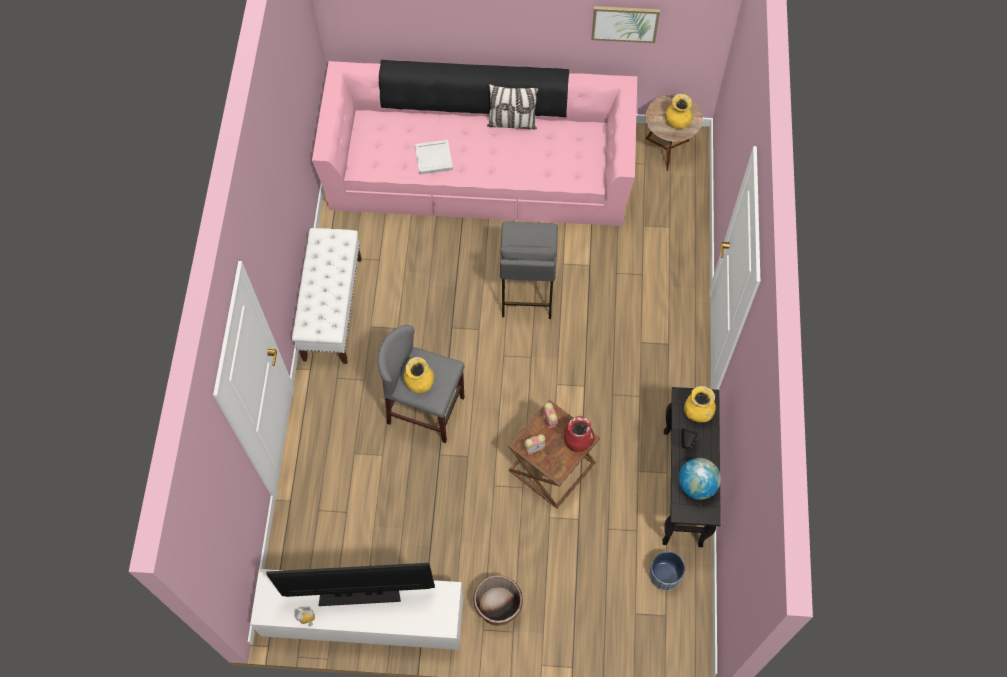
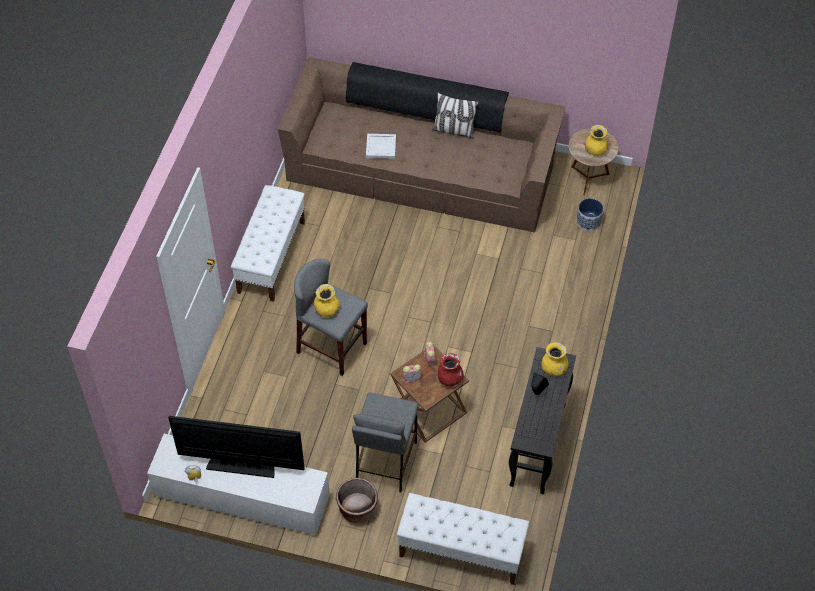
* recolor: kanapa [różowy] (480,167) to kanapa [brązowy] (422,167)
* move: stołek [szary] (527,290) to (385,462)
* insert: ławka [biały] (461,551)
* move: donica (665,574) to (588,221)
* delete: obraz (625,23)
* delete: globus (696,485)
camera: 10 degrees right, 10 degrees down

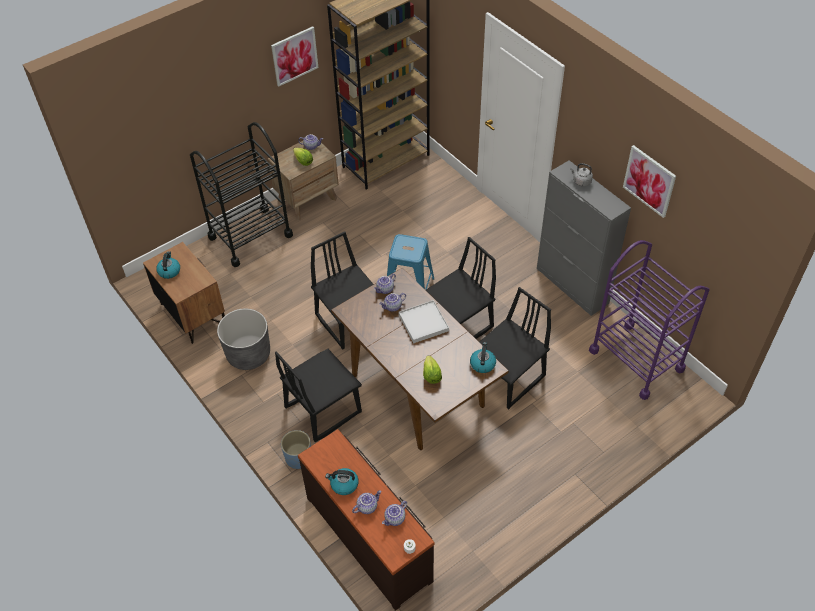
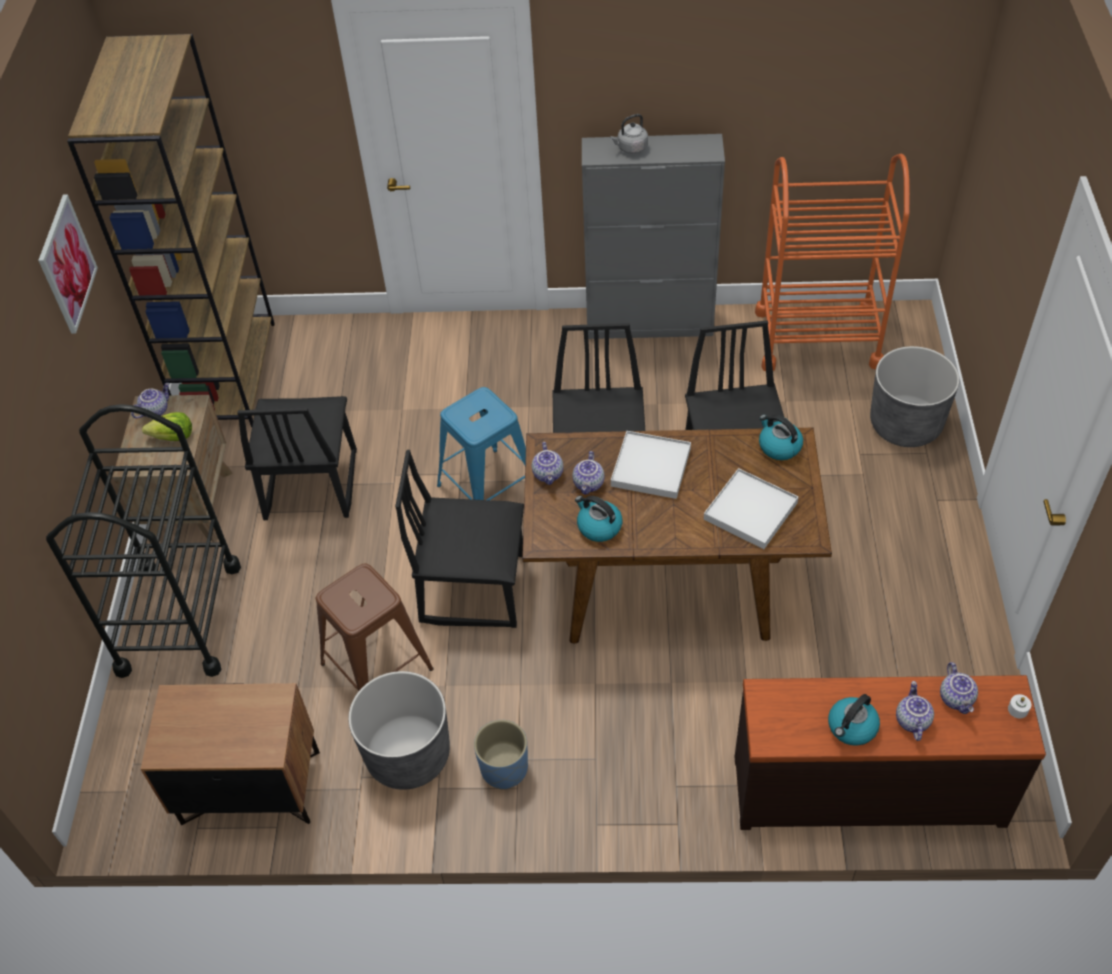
* move: krzesło [czarny] (322,409) to (310,485)
* insert: stołek [brązowy] (376,666)
* move: donica [niebieski] (298,458) to (504,769)
* move: czajnik (169,271) to (598,526)
* replace: sałata (431,375) to taca [biały] (750,511)
* recolor: wózek [fioletowy] (636,360) to wózek [pomarańczowy] (817,338)
* insert: donica [szary] (905,424)
* delete: obraz (649,181)
camera: 50 degrees left, 0 degrees up

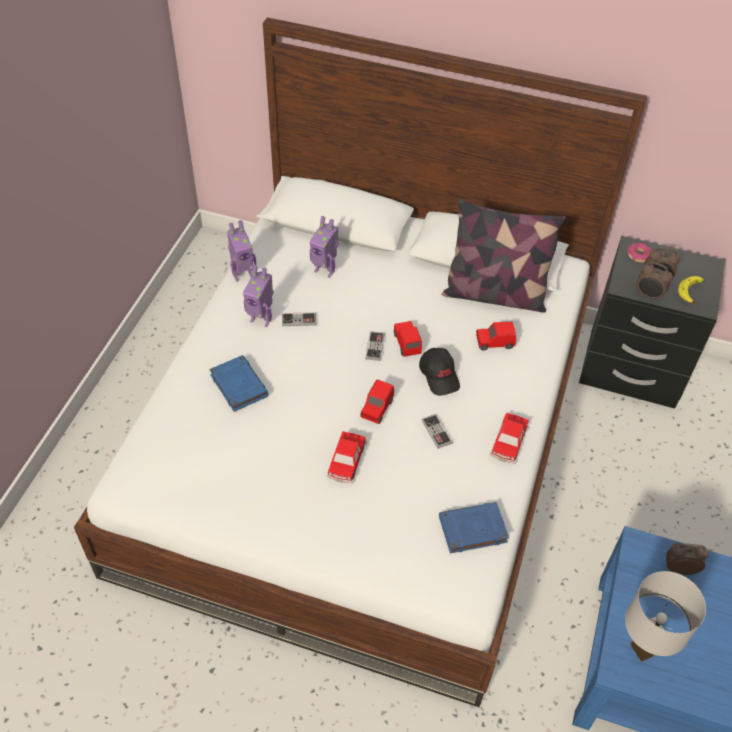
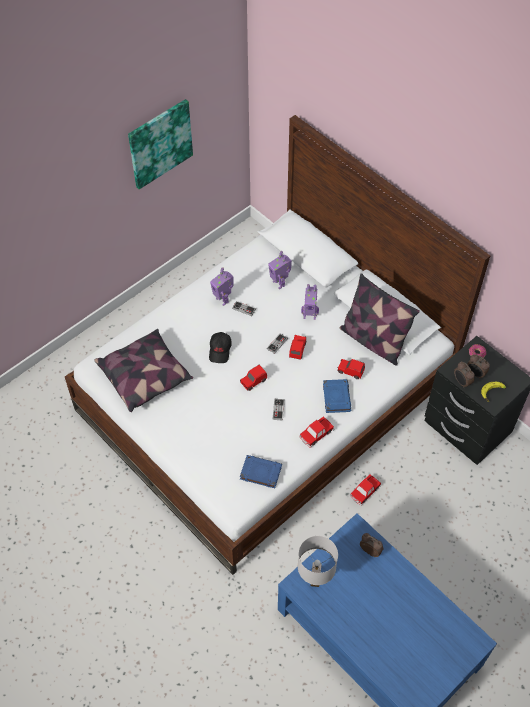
* insert: poduszka (145,376)
* insert: obraz (160,143)
* move: czapka z daszkiem [czarny] (439,376) to (220,350)
* move: robot zabawkowy (242,274) to (309,315)
* move: książka [niebieski] (238,385) to (336,397)
* move: samochodzik (346,461) to (365,491)
camera: 30 degrees right, 5 degrees up

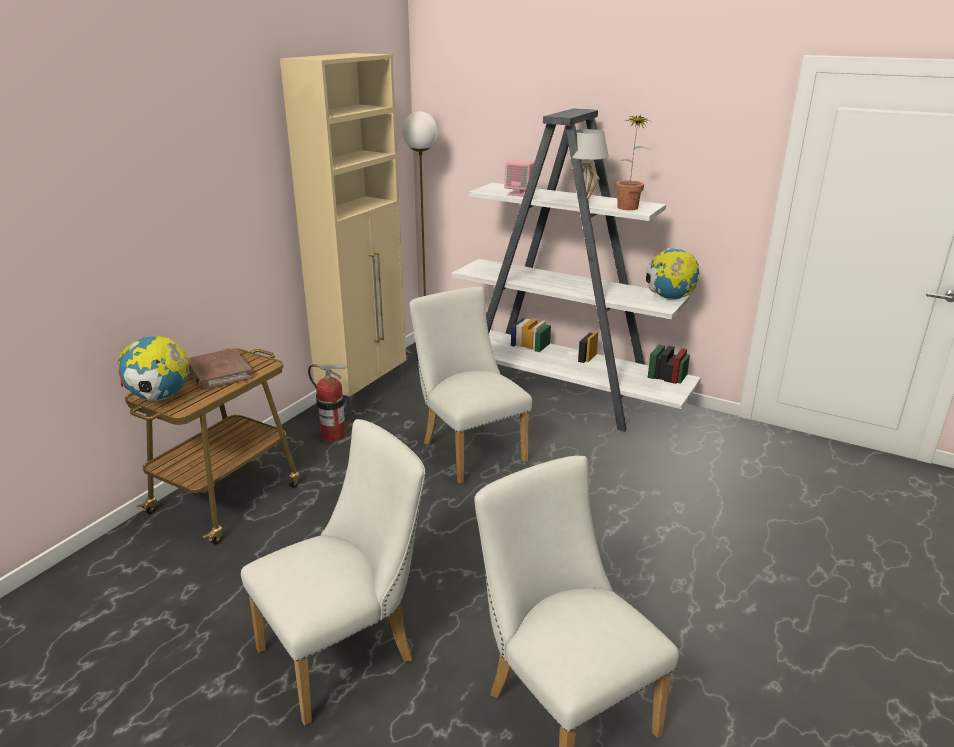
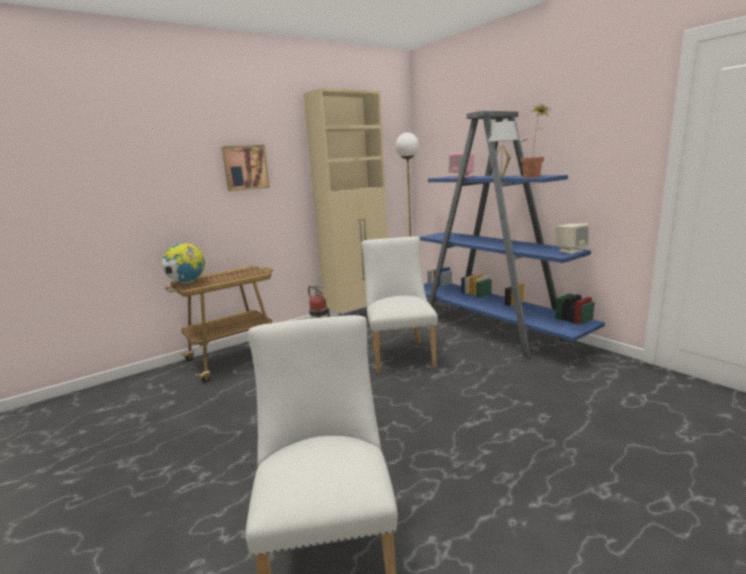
* insert: obraz (245,167)
* recolor: regał [biały] (559,394) to regał [niebieski] (491,330)
* replace: globus (669,298) to głośnik [beżowy] (570,251)
* delete: książka [brązowy] (218,372)
* delete: krzesło [biały] (347,651)
camera: 25 degrees right, 10 degrees down

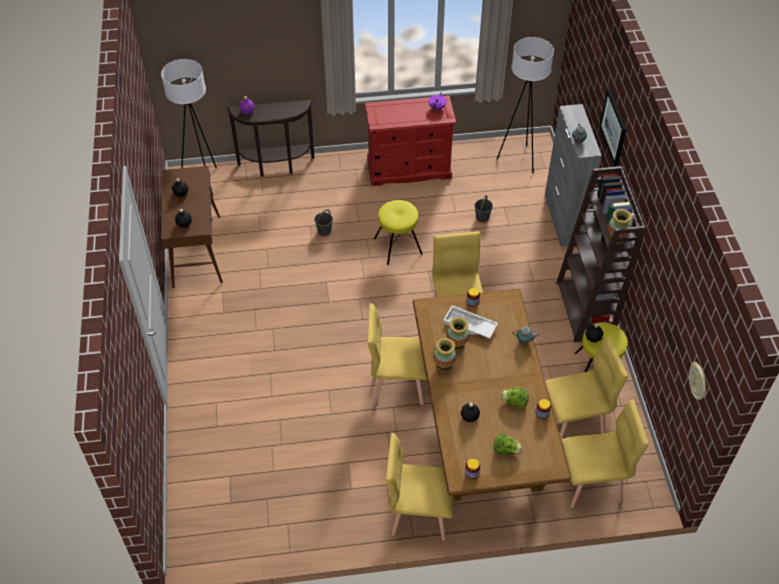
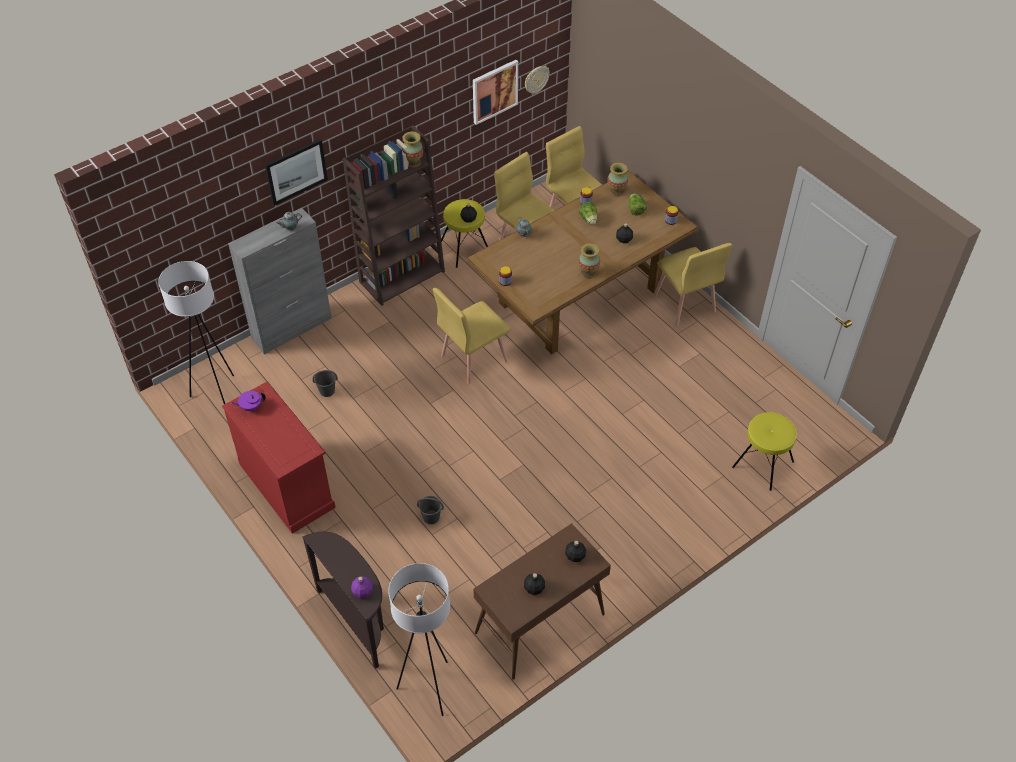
* insert: obraz (494,91)
* move: wazon (457,345) to (616,191)
* move: stołek [żółty] (398,246) to (762,464)
* delete: krzesło [żółty] (398,384)
* delete: taca [biały] (469,326)
camera: 120 degrees left, 0 degrees up

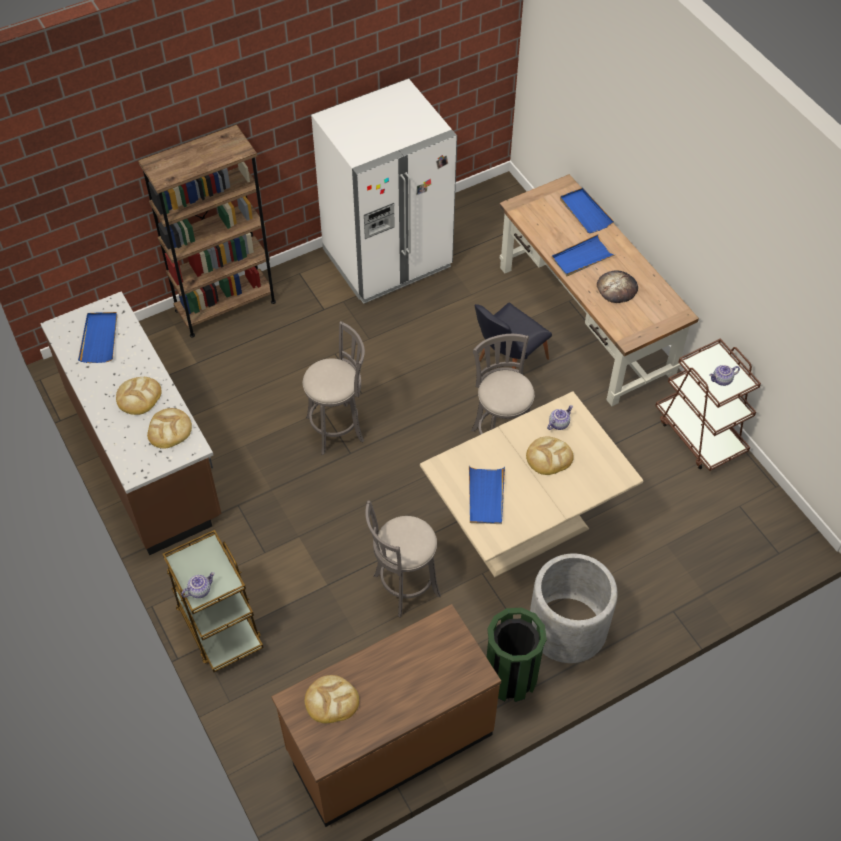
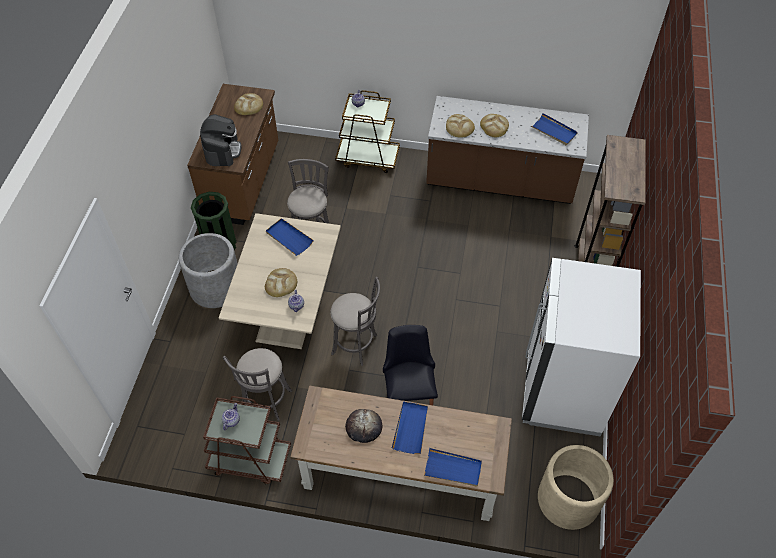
* insert: ekspres do kawy (222,150)
* move: stołek [szary] (338,428) to (266,402)
* insert: donica [beżowy] (568,500)
camera: 130 degrees right, 0 degrees up

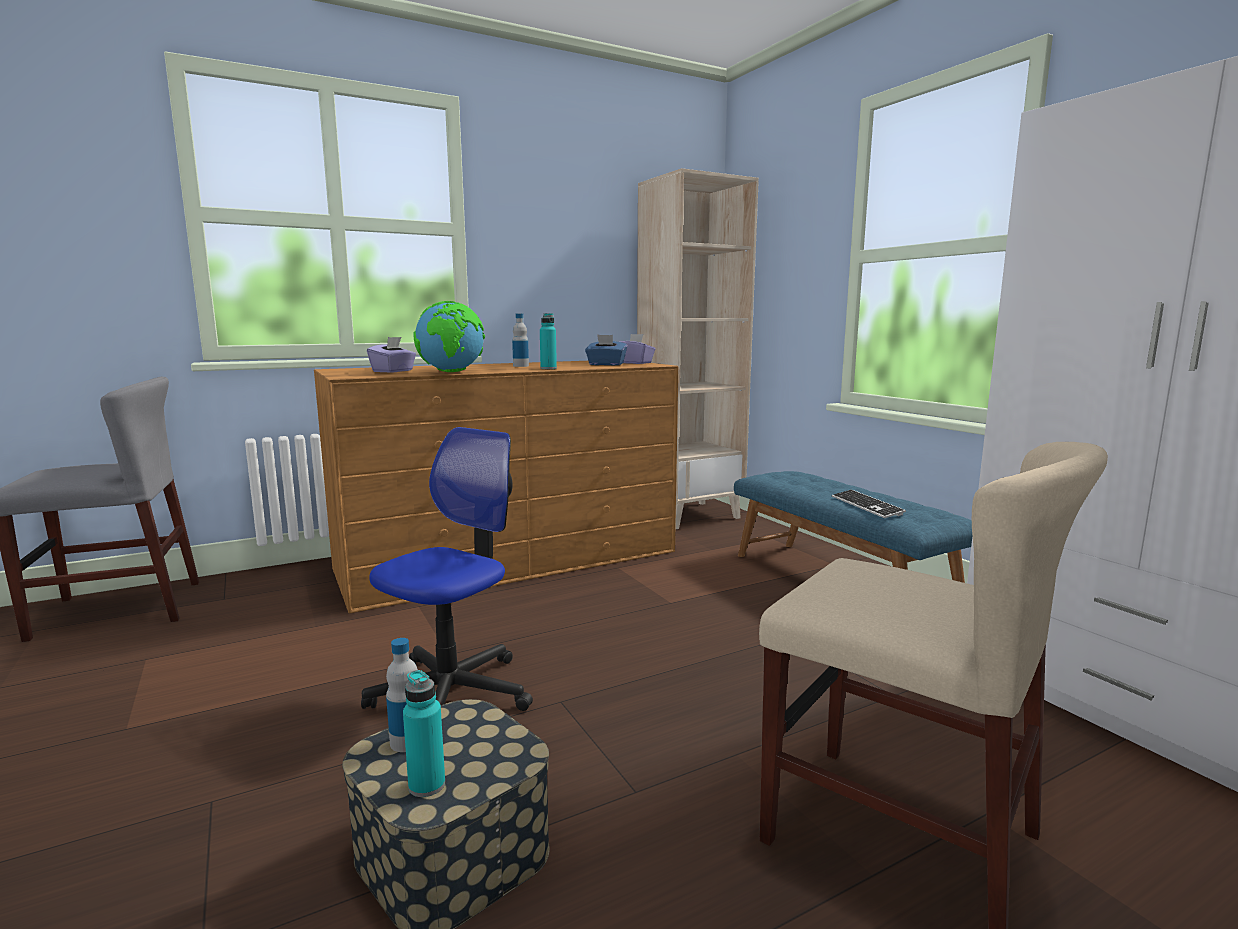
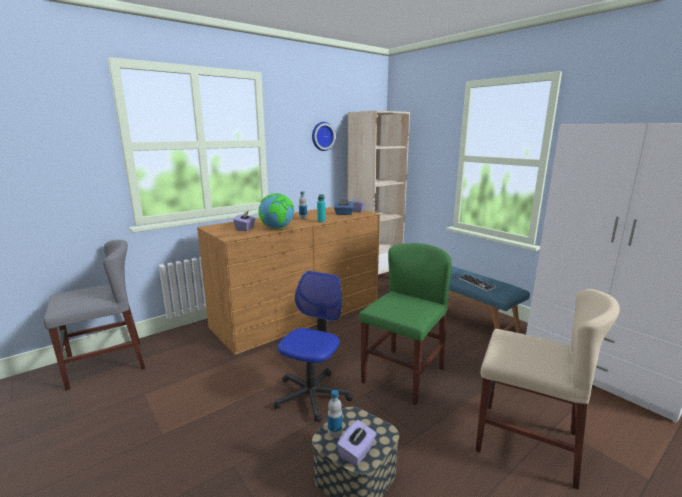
* insert: zegar ścienny (322,136)
* replace: butelka [turkusowy] (427,785) to pudełko chusteczek [fioletowy] (357,452)
* insert: krzesło [zielony] (403,375)
camera: 10 degrees left, 5 degrees up

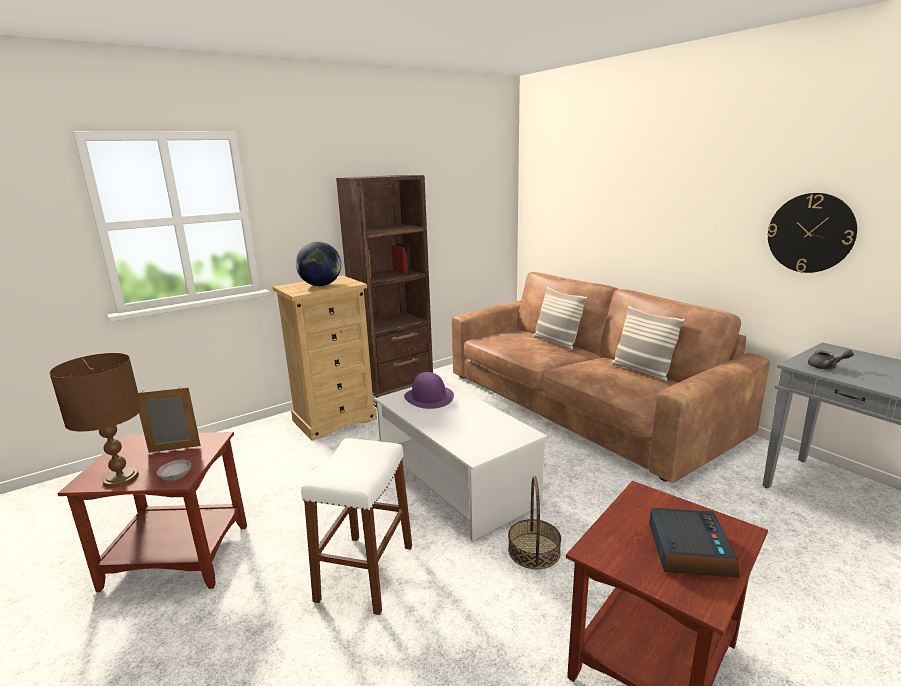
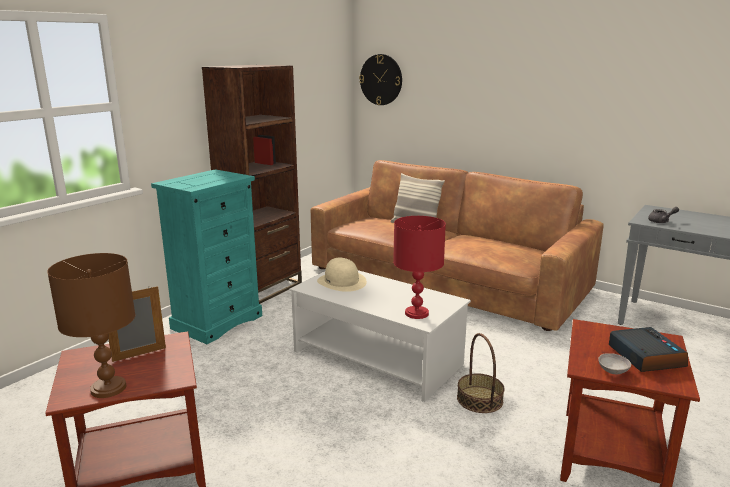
* recolor: komoda [beżowy] (335,419) to komoda [turkusowy] (217,322)
* recolor: kapelusz [fioletowy] (429,397) to kapelusz [beżowy] (342,282)
* move: zegar ścienny (810,233) to (381,79)
* insert: lampa stołowa [czerwony] (417,313)
* move: miska [szary] (176,477) to (613,371)
* delete: globus (321,285)
* delete: stołek [biały] (365,572)
* delete: poduszka (642,371)
camera: 20 degrees left, 0 degrees up

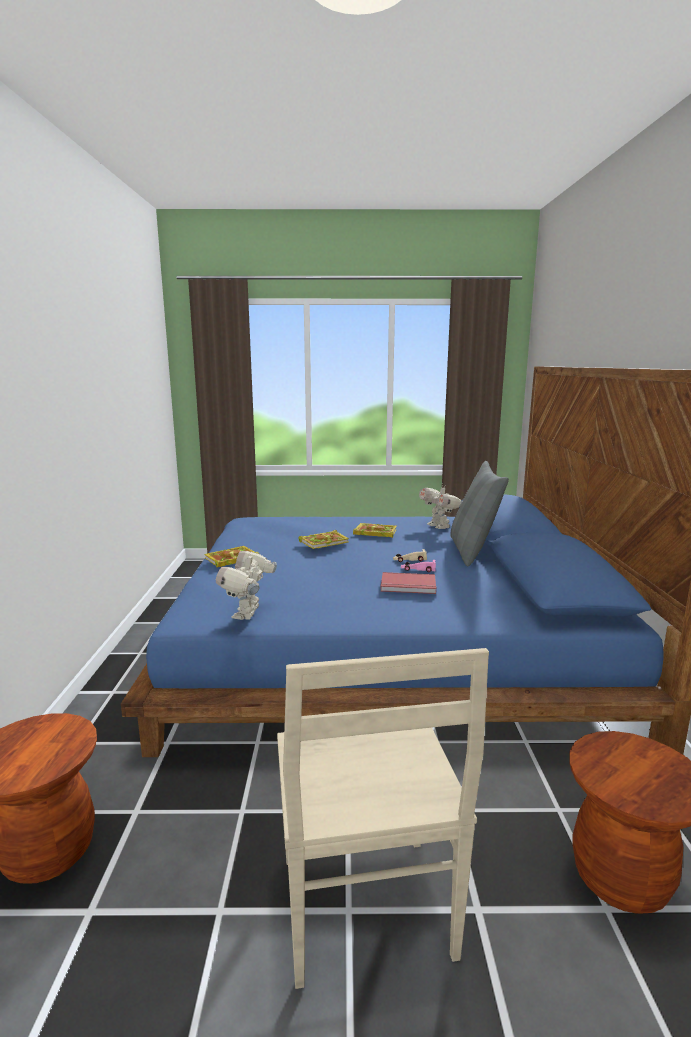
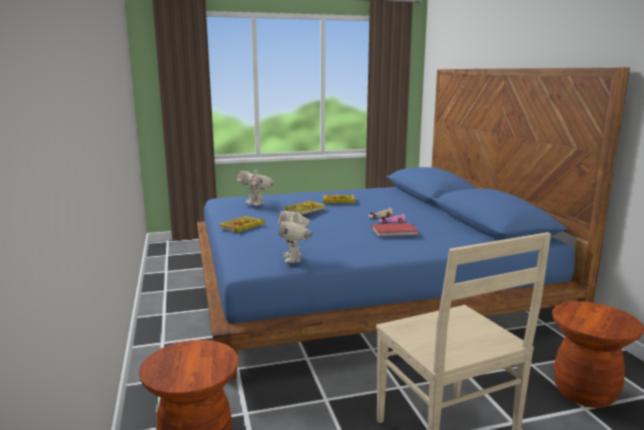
* move: robot zabawkowy (439,526) to (256,203)
* delete: poduszka [szary] (472,551)
camera: 15 degrees left, 0 degrees up

